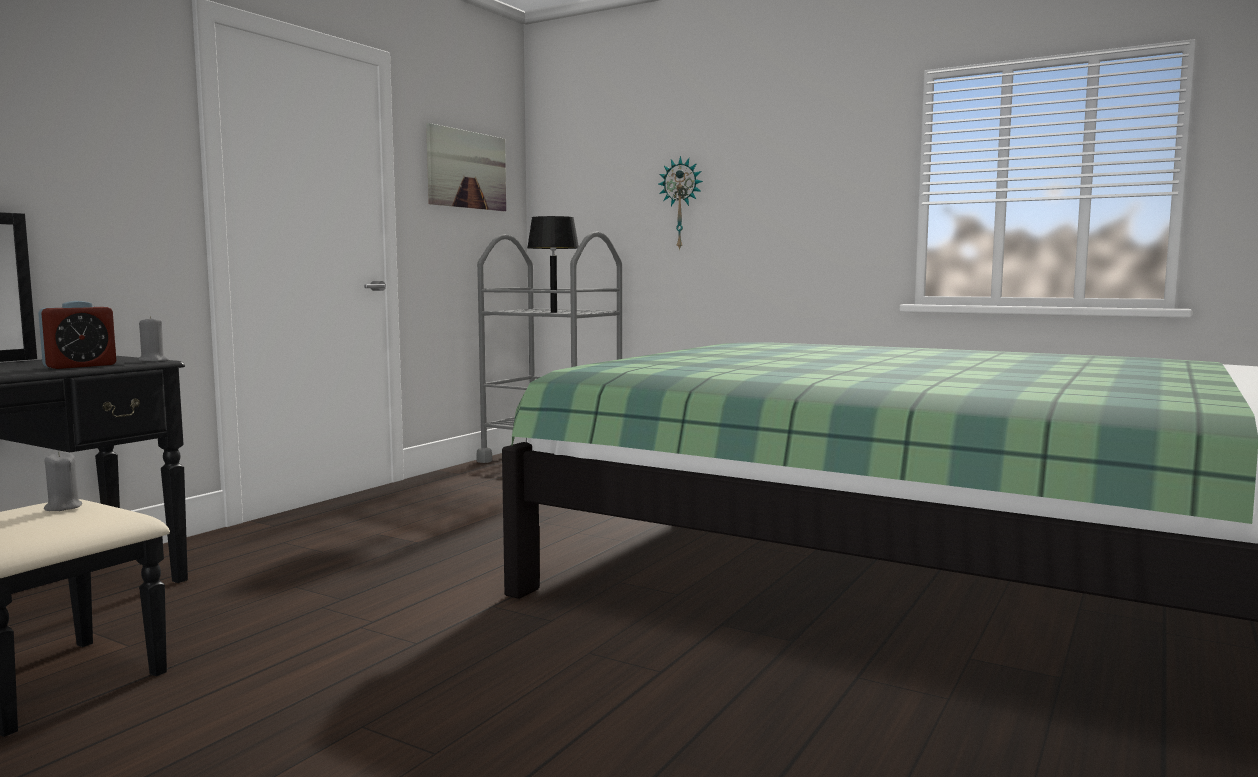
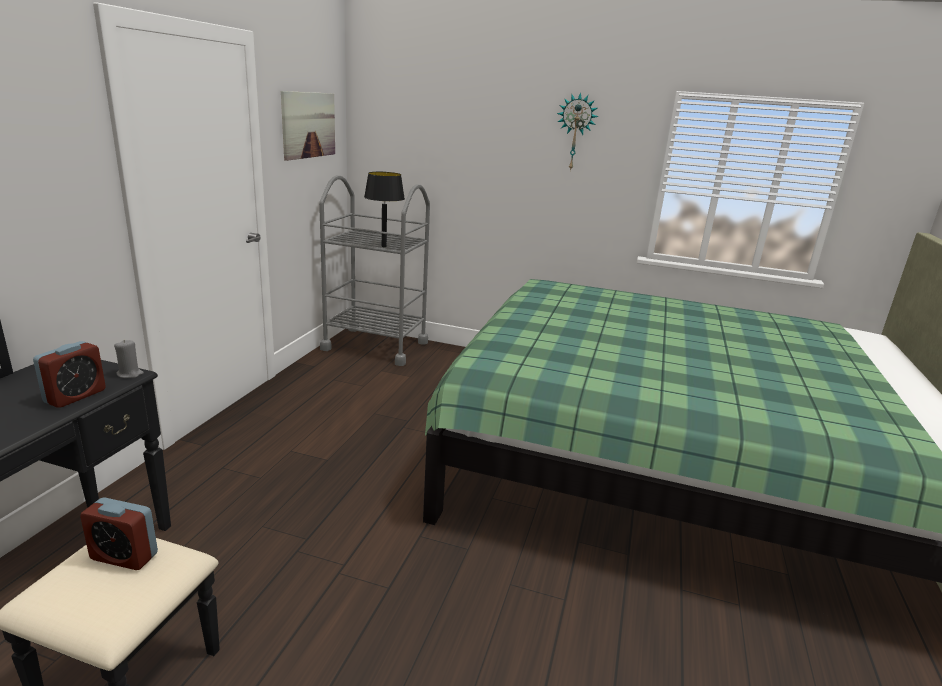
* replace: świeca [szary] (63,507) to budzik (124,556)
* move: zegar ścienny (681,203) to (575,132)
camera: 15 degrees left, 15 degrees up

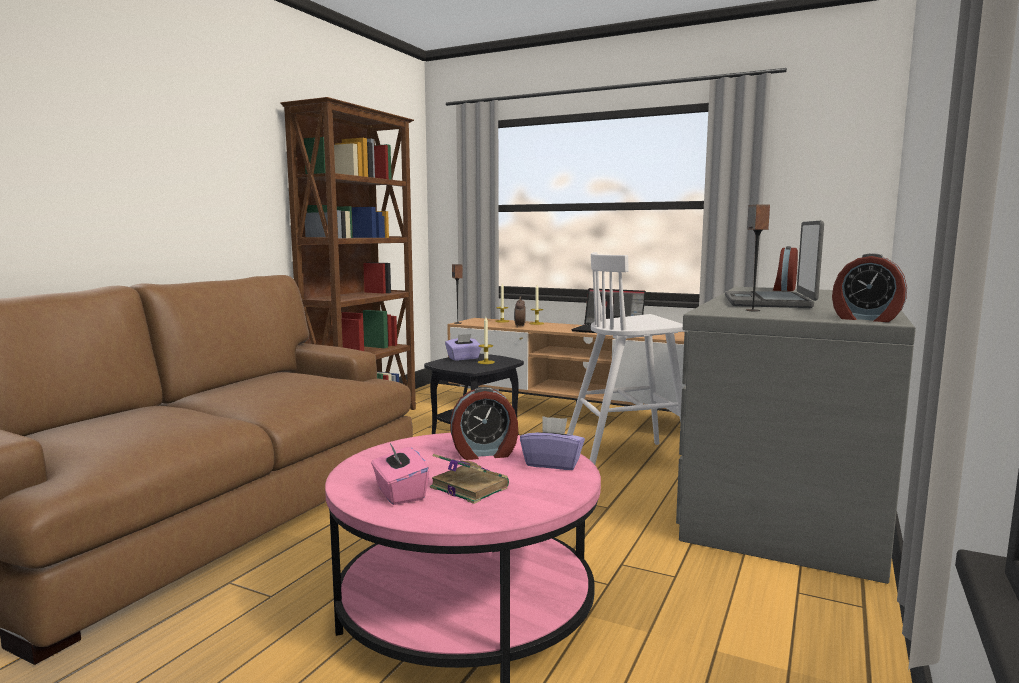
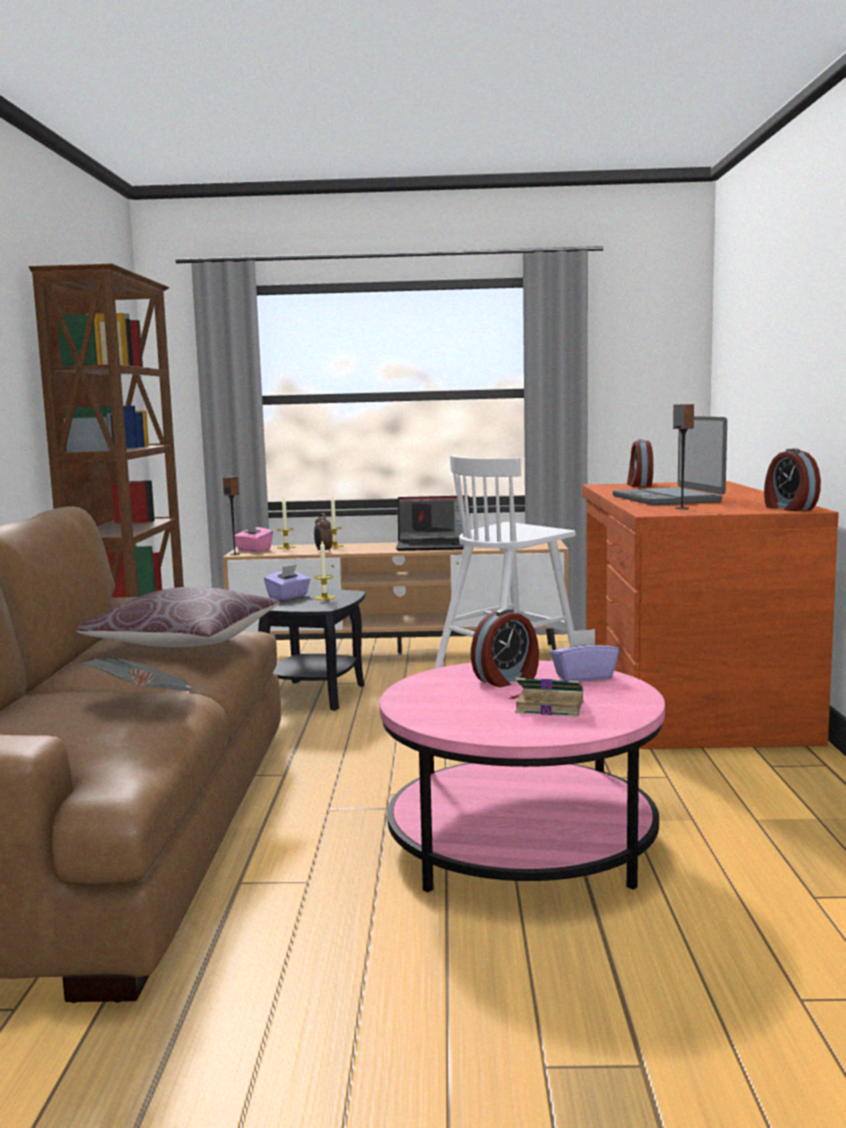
* insert: poduszka [brązowy] (184,642)
* insert: gazeta (146,705)
* move: pudełko chusteczek [różowy] (399,493) to (253,550)
* recolor: biurko [szary] (786,495) to biurko [brązowy] (685,694)
* rotate: budzik (866,319) = (789,508) 60 degrees clockwise
camera: 25 degrees left, 0 degrees up

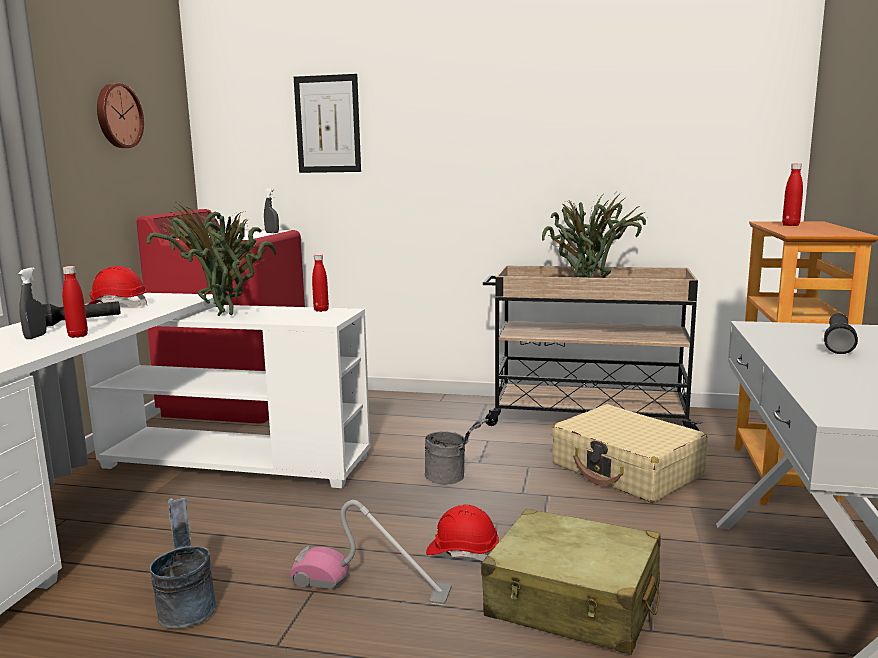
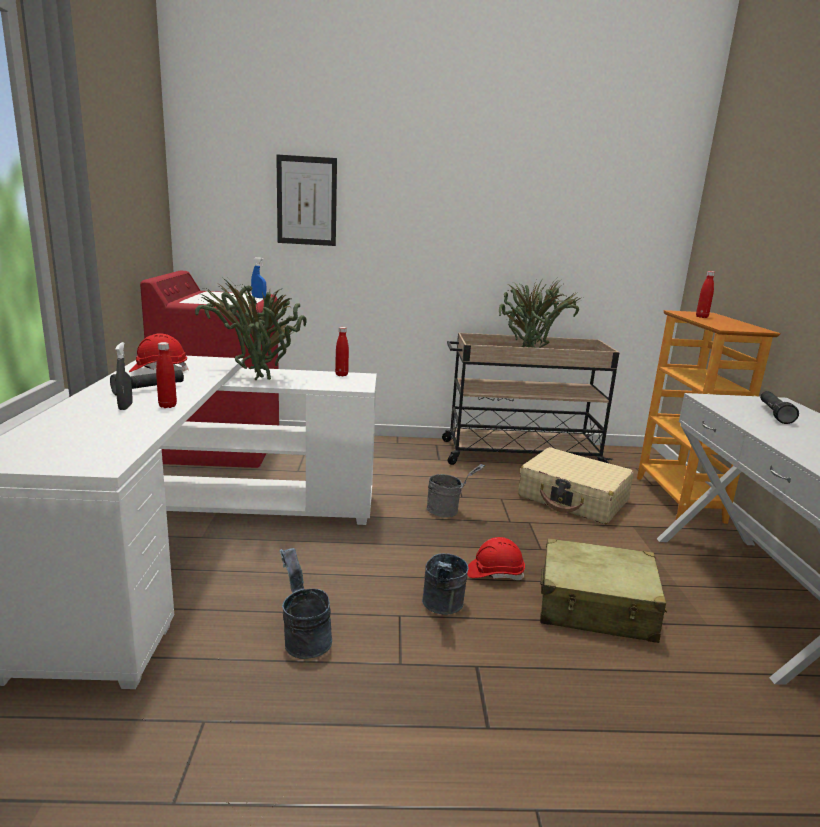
* recolor: spryskiwacz [szary] (272,233) to spryskiwacz [niebieski] (259,297)
* replace: odkurzacz (370,586) to wiadro [szary] (442,607)
* delete: zegar ścienny (118,116)
camera: 15 degrees left, 5 degrees up

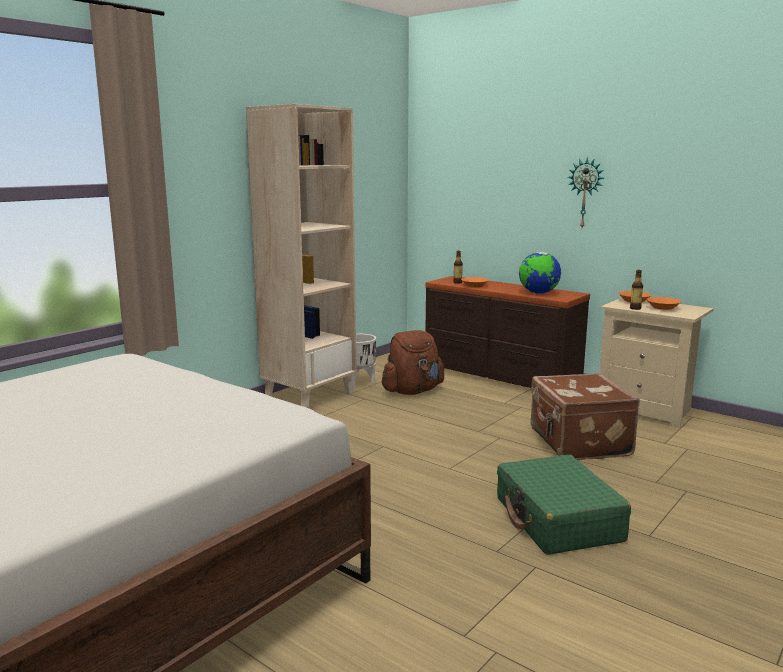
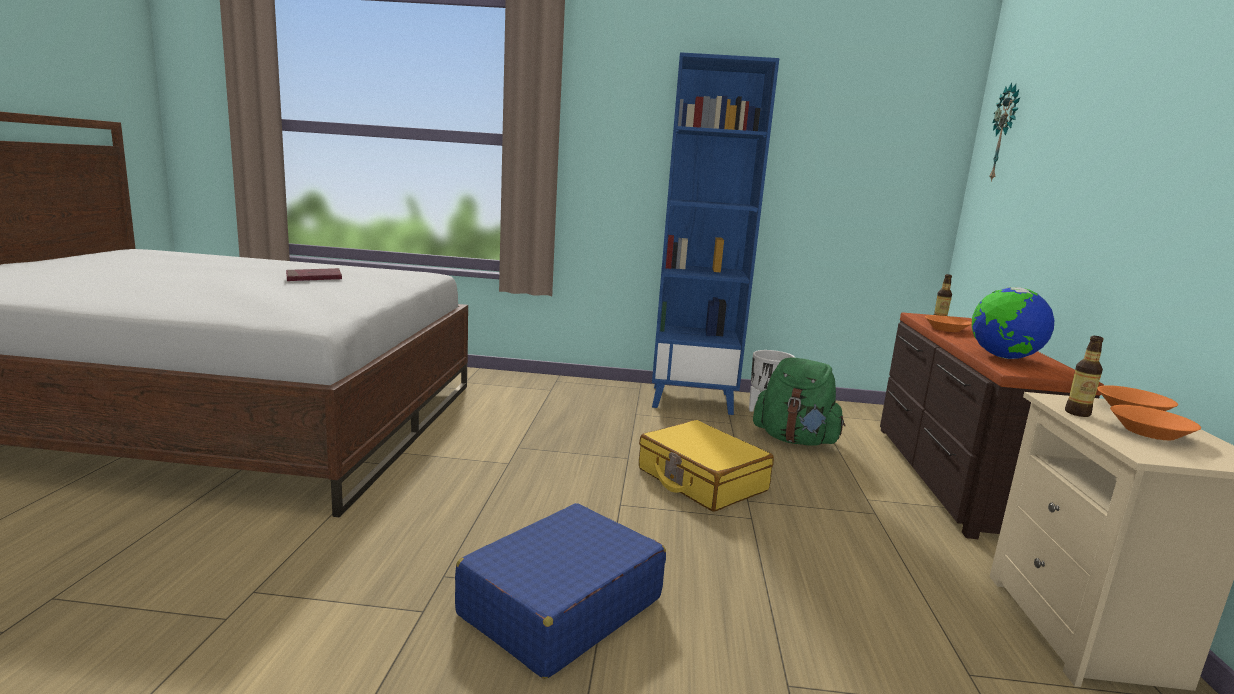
* insert: książka [czerwony] (314,278)
* recolor: walizka [zielony] (558,520) to walizka [niebieski] (560,606)
* insert: walizka [żółty] (701,480)
* recolor: regał [beżowy] (309,396) to regał [niebieski] (692,400)
* recolor: plecak [brązowy] (412,391) to plecak [zielony] (795,440)
* move: zegar ścienny (585,193) to (1005,133)
* delete: walizka [brązowy] (578,443)
camera: 55 degrees right, 0 degrees up

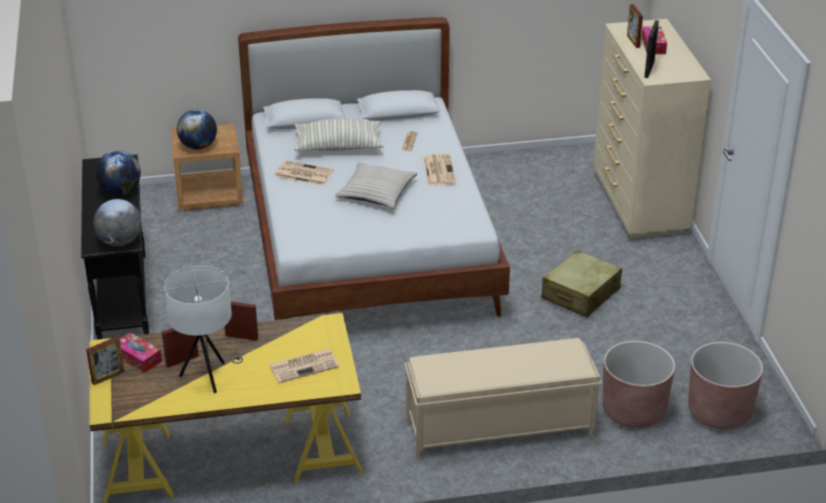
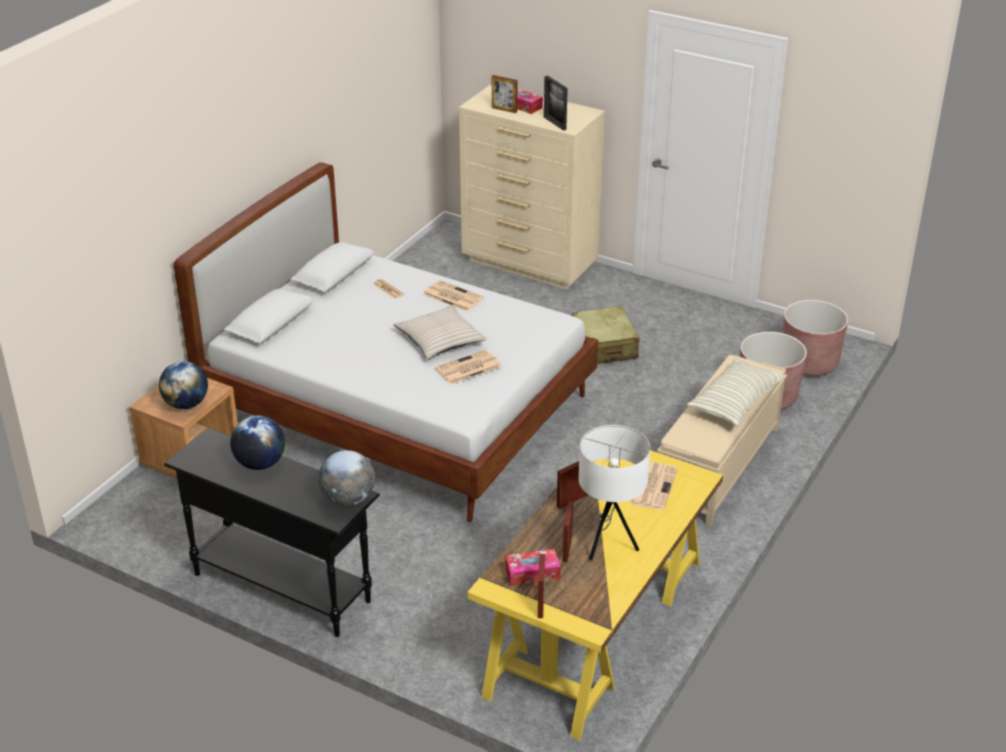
* move: gazeta (303,174) to (467,368)
* move: poduszka (338,147) to (735,403)
camera: 50 degrees left, 0 degrees up

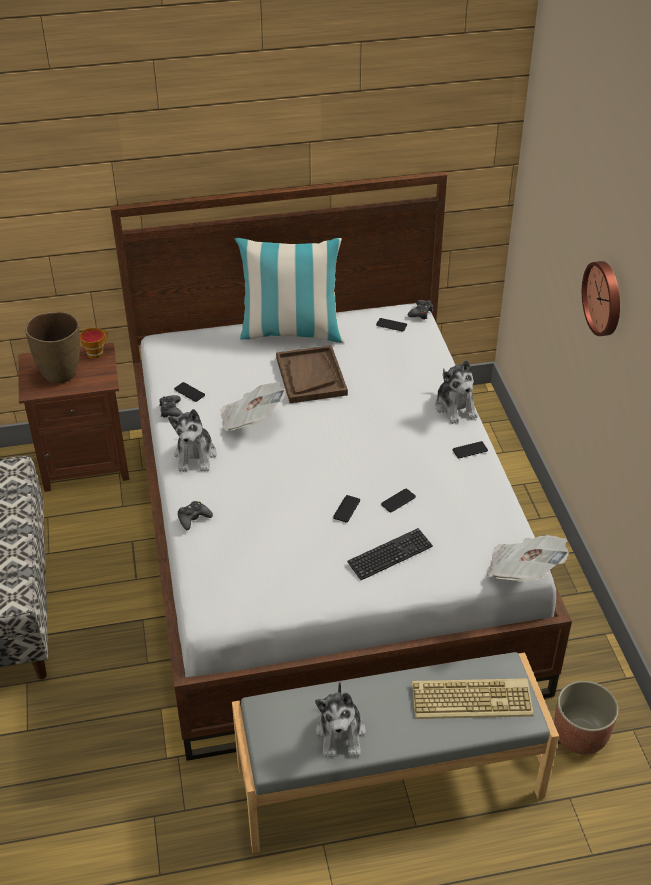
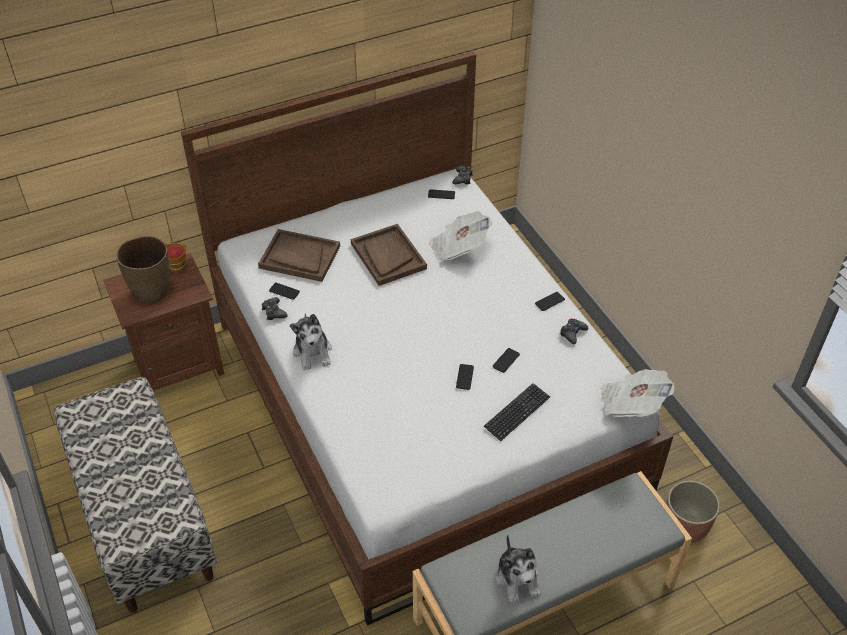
* insert: taca [brązowy] (299,257)
* move: gazeta (251,420) to (459,247)
* move: pad do gier [czarny] (193,518) to (572,333)
* delete: poduszka (291,332)
* delete: klawiatura (472,698)
* delete: pluszak (455,407)
* delete: zegar ścienny (604,298)
camera: 15 degrees left, 5 degrees up

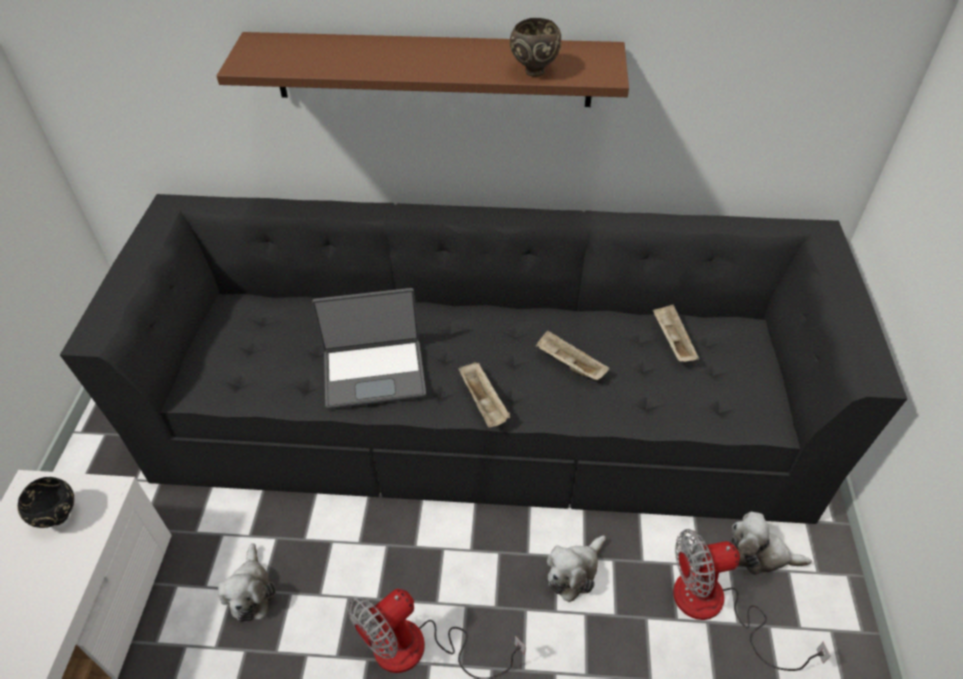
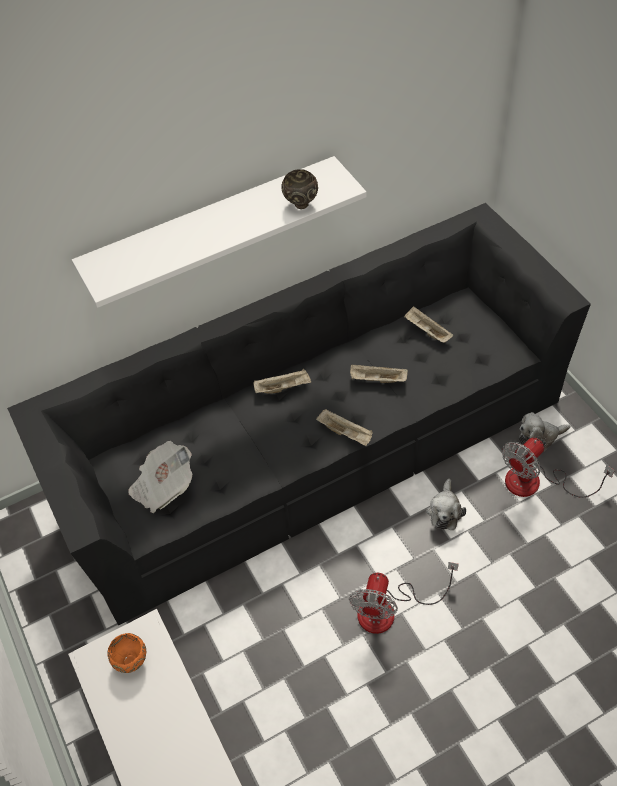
* recolor: półka [brązowy] (432,69) to półka [biały] (211,225)
* recolor: miska [czarny] (59,518) to miska [pomarańczowy] (132,662)
* insert: gazeta (163,486)
* insert: taca [beżowy] (283,387)
* delete: pluszak (251,591)
* delete: laptop (374,373)
camera: 30 degrees left, 5 degrees up

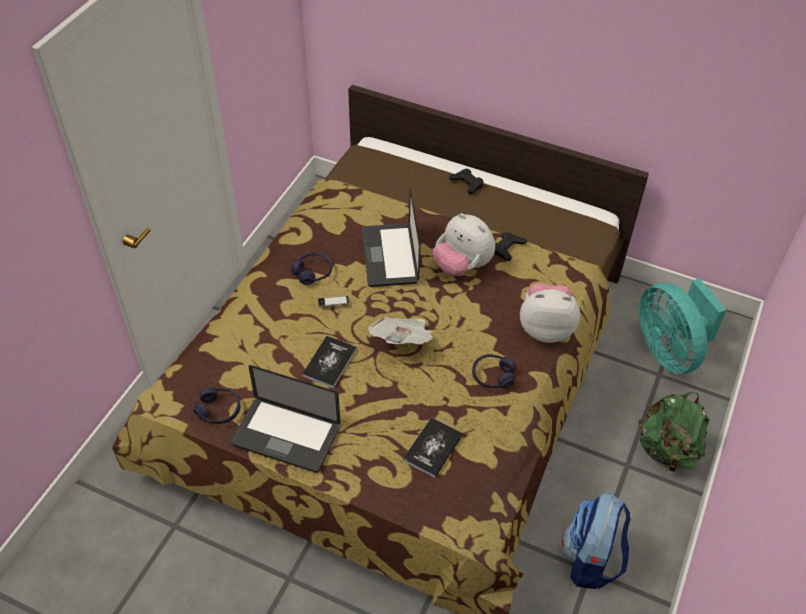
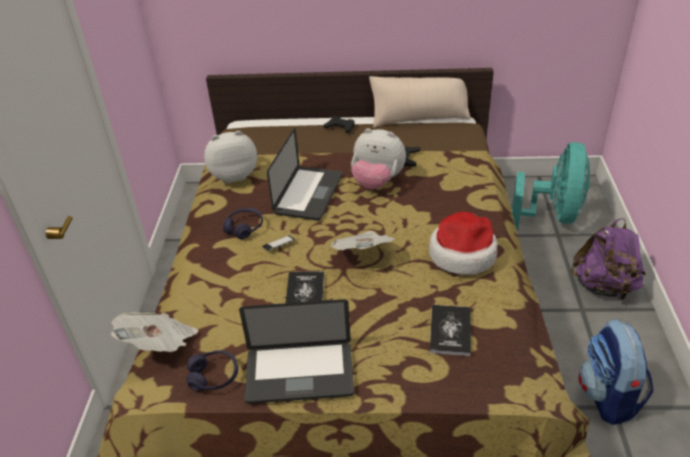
* insert: gazeta (160,344)
* move: pluszak (545,328) to (234,175)
* rotate: laptop (389,256) = (308,194) 135 degrees counterclockwise
* insert: poduszka [beżowy] (419,117)
* replace: słuchawki [fioletowy] (493,376) to kapelusz (462,254)
* rotate: wentylator [turkusowy] (669,350) = (553,215) 120 degrees counterclockwise
* recolor: plecak [zielony] (667,450) to plecak [fioletowy] (604,286)
camera: 20 degrees left, 10 degrees down

